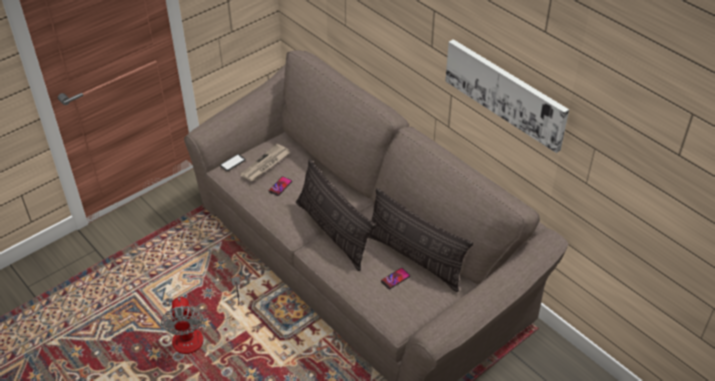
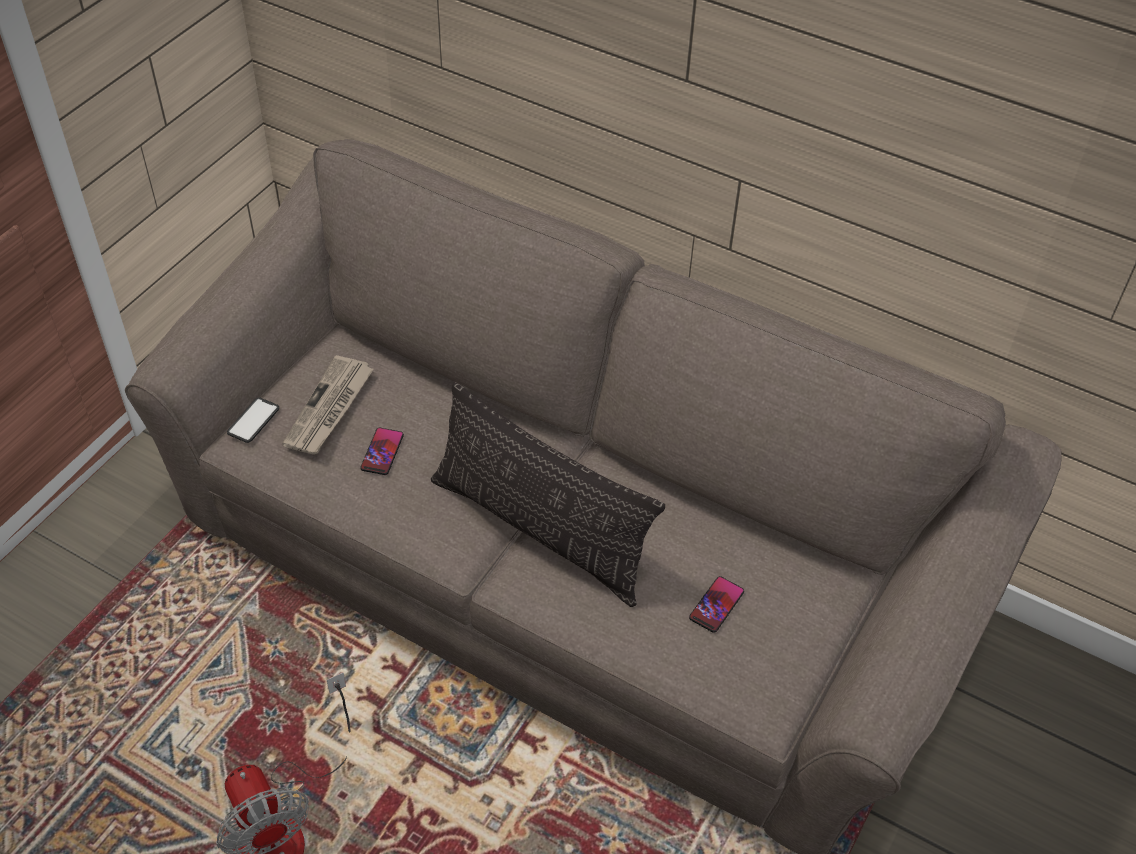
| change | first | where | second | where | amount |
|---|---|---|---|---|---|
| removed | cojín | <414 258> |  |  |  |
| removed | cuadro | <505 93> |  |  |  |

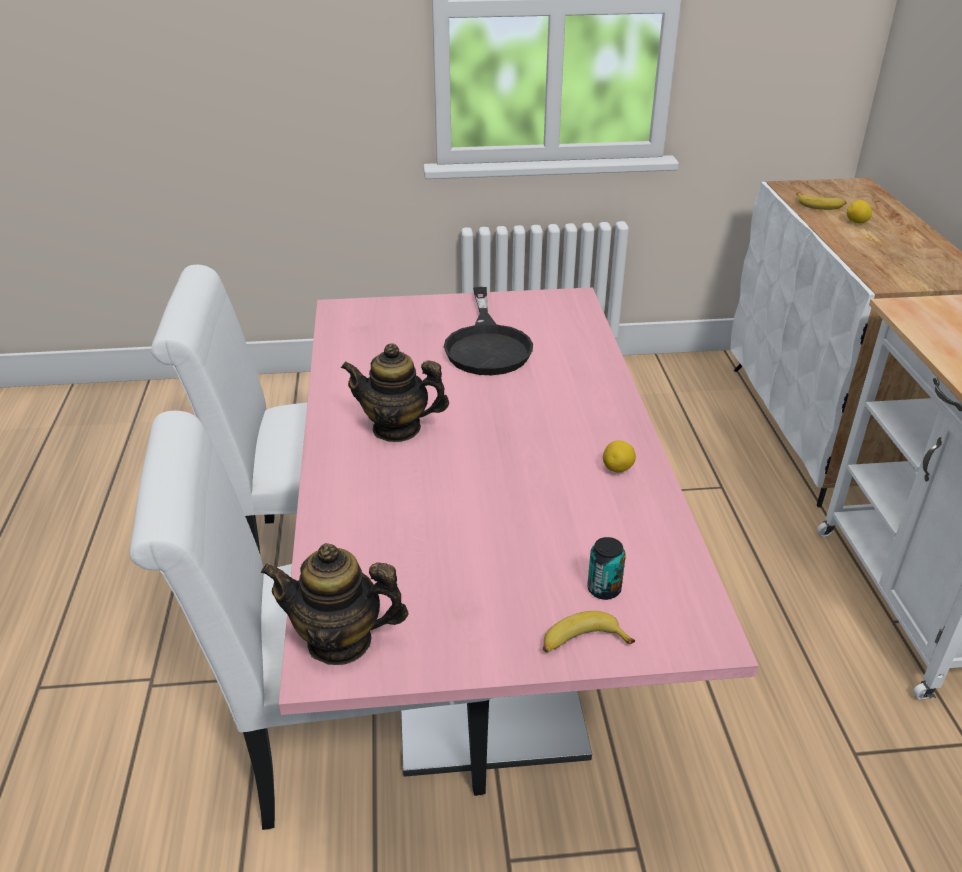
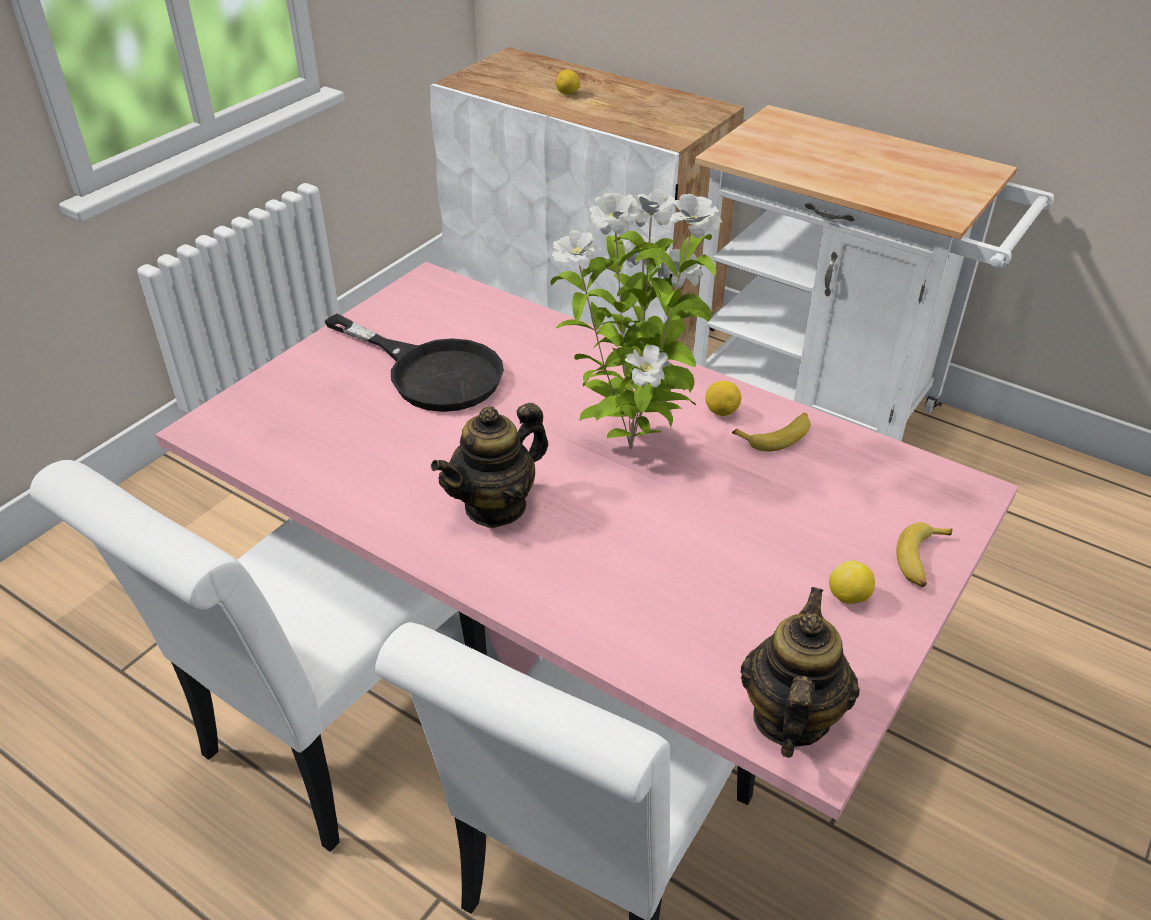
| change | first | where | second | where | amount |
|---|---|---|---|---|---|
| added |  |  | planta en maceta | <631 446> |  |
| moved | plátano | <820 205> |  | <776 436> |  |
| turned | tetera | <340 641> |  | <789 717> | 150 degrees clockwise |
| added |  |  | limón | <848 598> |  |
| removed | lata | <604 589> |  |  |  |

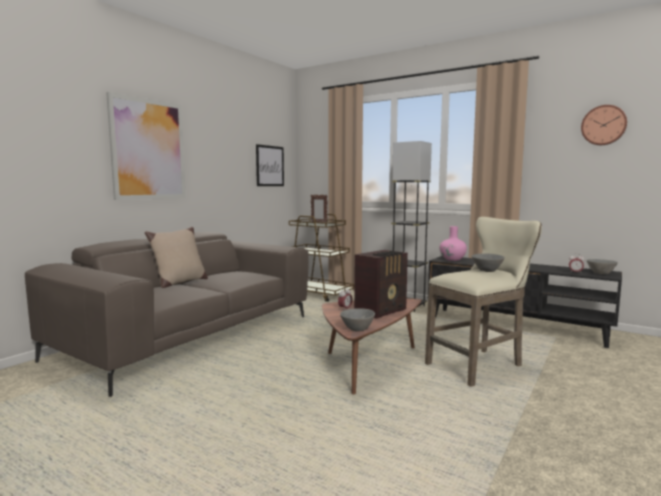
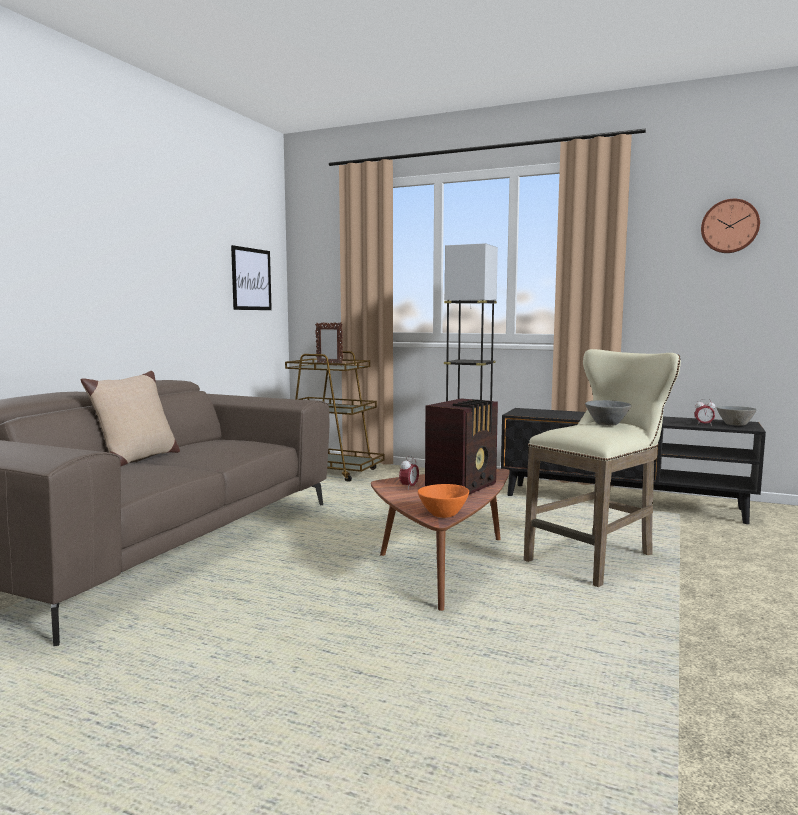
| change | first | where | second | where | amount |
|---|---|---|---|---|---|
| recoloured | cuenco (gris) | <356 329> | cuenco (naranja) | <442 514> |  |
| removed | cuadro | <148 149> |  |  |  |
| removed | florero (rosa) | <452 259> |  |  |  |

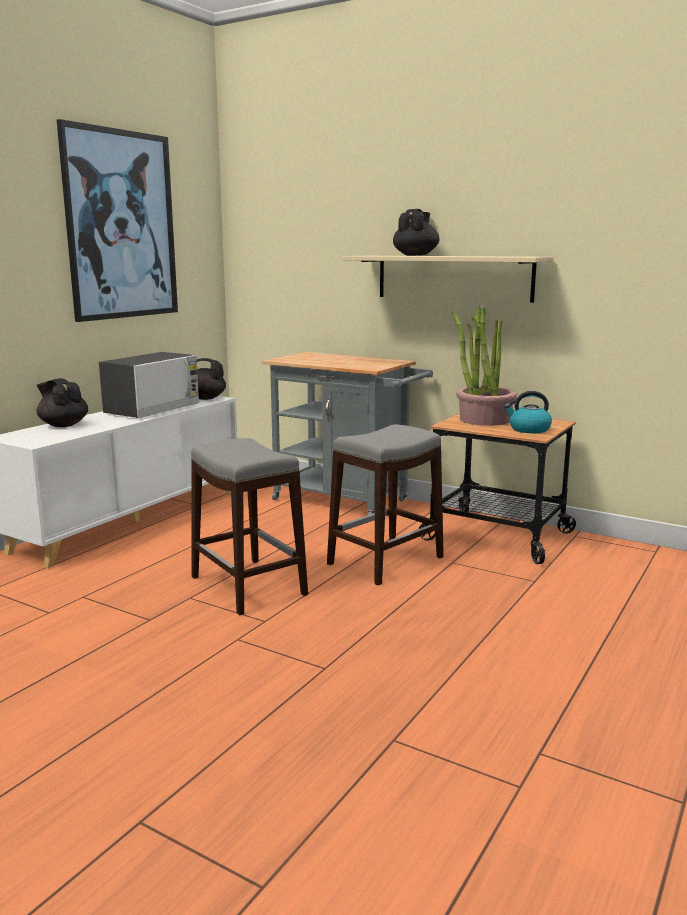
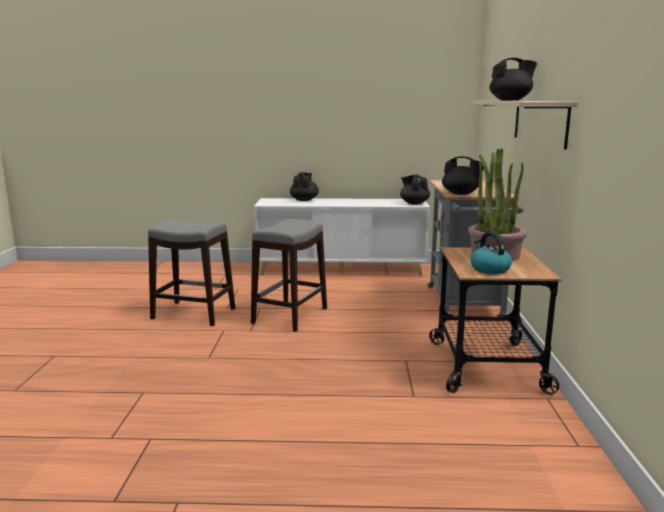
| change | first | where | second | where | amount |
|---|---|---|---|---|---|
| moved | taburete (gris) | <386 560> |  | <193 314> |  |
| added |  |  | tetera (negro) | <461 194> |  |
| removed | cuadro | <121 225> |  |  |  |
| removed | microondas | <153 409> |  |  |  |

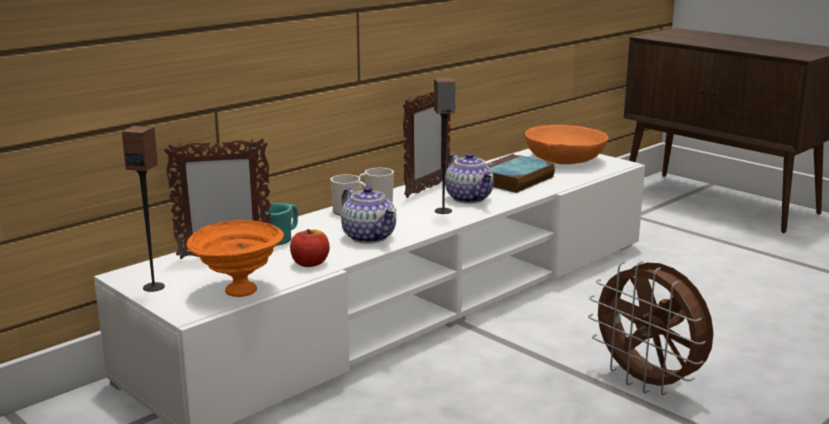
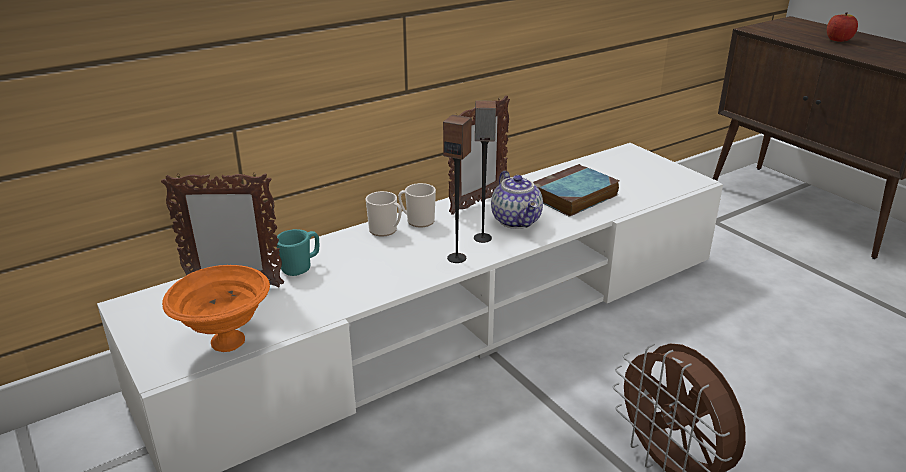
| change | first | where | second | where | amount |
|---|---|---|---|---|---|
| moved | altavoz | <154 287> |  | <457 258> |  |
| moved | manzana | <310 263> |  | <838 40> |  |
| removed | tetera | <369 236> |  |  |  |
| removed | cuenco (naranja) | <565 160> |  |  |  |

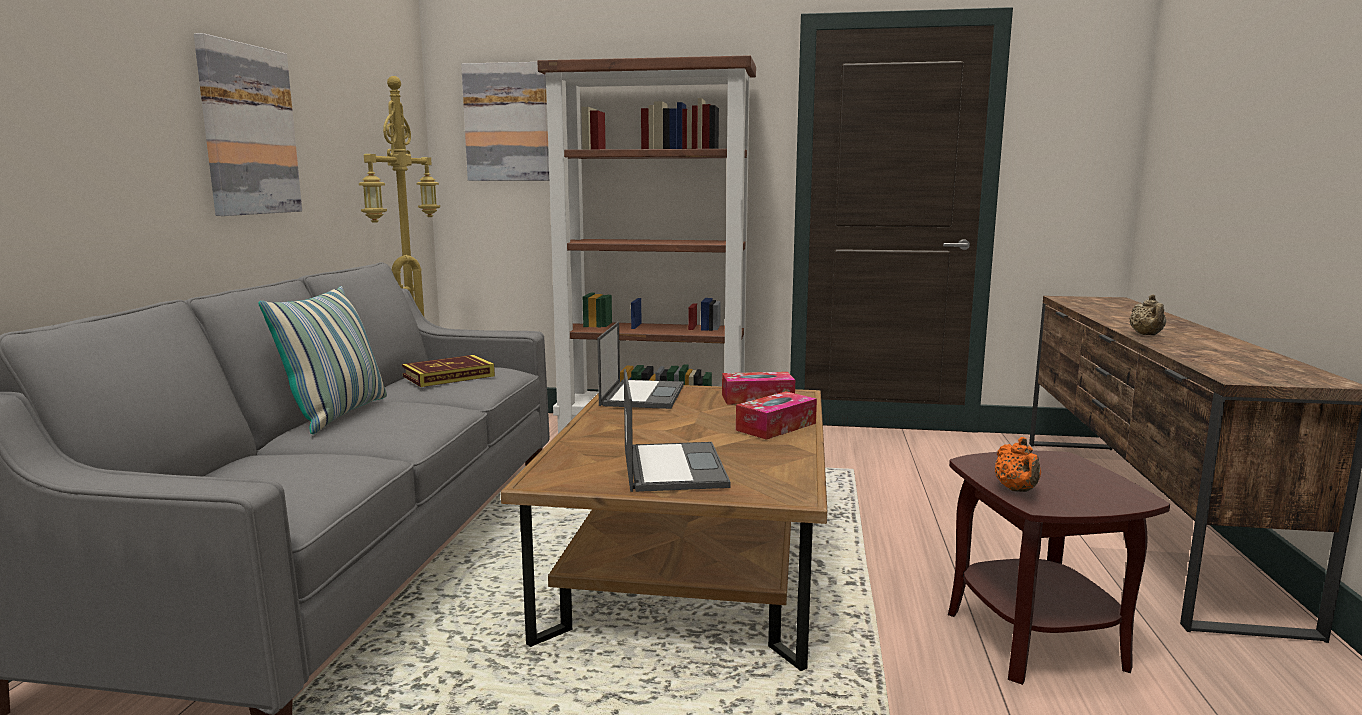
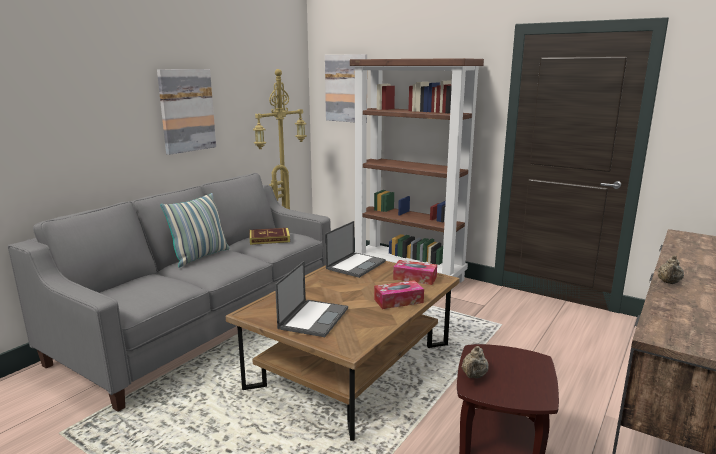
| change | first | where | second | where | amount |
|---|---|---|---|---|---|
| recoloured | tetera (naranja) | <1017 490> | tetera (beis) | <474 376> |  |

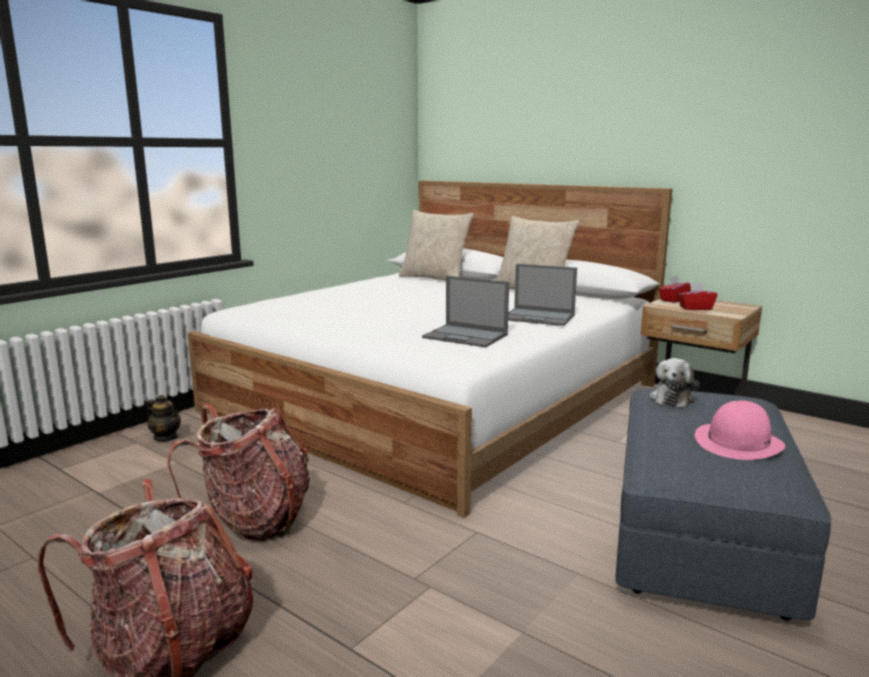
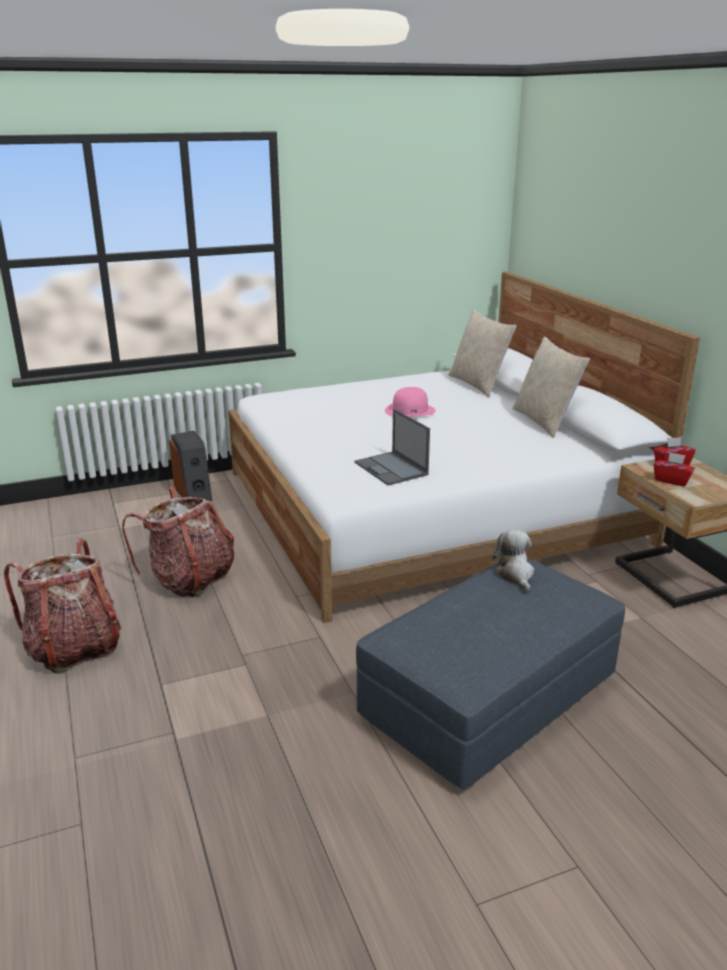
| change | first | where | second | where | amount |
|---|---|---|---|---|---|
| replaced | tetera | <166 437> | altavoz | <194 493> |  |
| moved | sombrero (rosa) | <738 442> |  | <410 410> |  |
| turned | peluche | <672 398> |  | <515 574> | 120 degrees clockwise |
| removed | portátil | <539 317> |  |  |  |

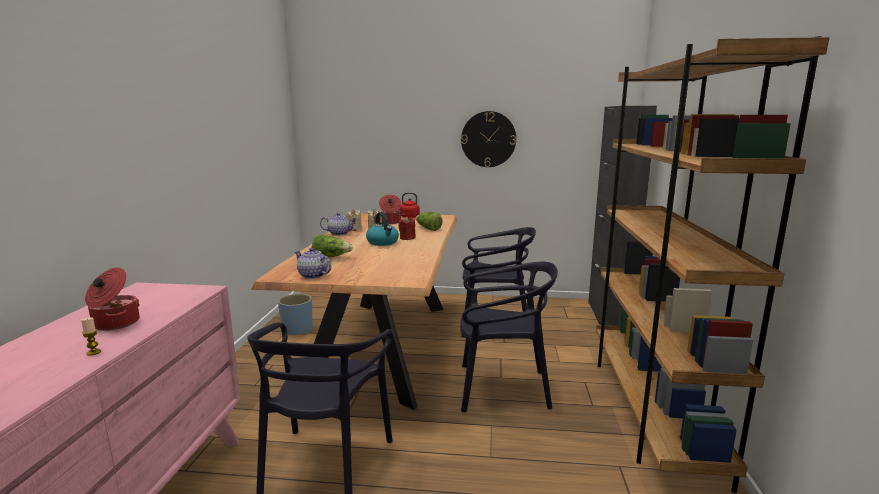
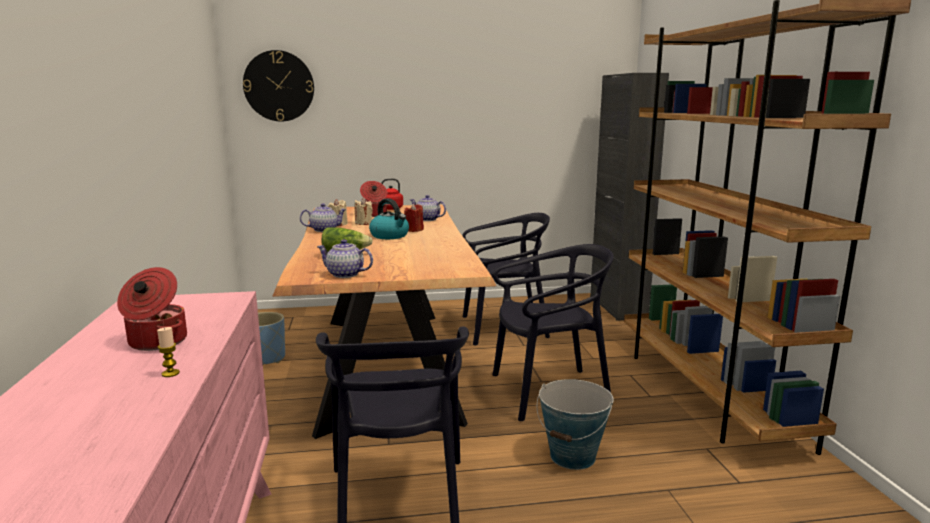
| change | first | where | second | where | amount |
|---|---|---|---|---|---|
| moved | reloj de pared | <488 139> |  | <279 86> |  |
| replaced | lechuga | <428 229> | tetera | <427 219> |  |
| added |  |  | cubo | <573 456> |  |

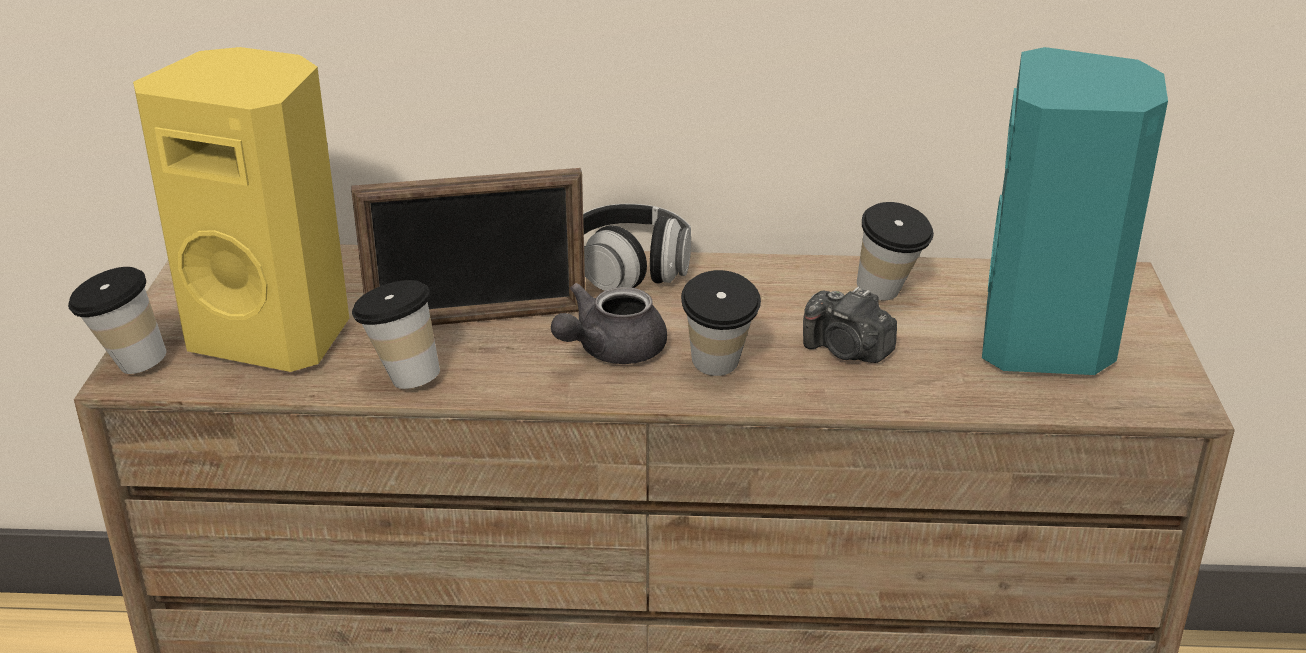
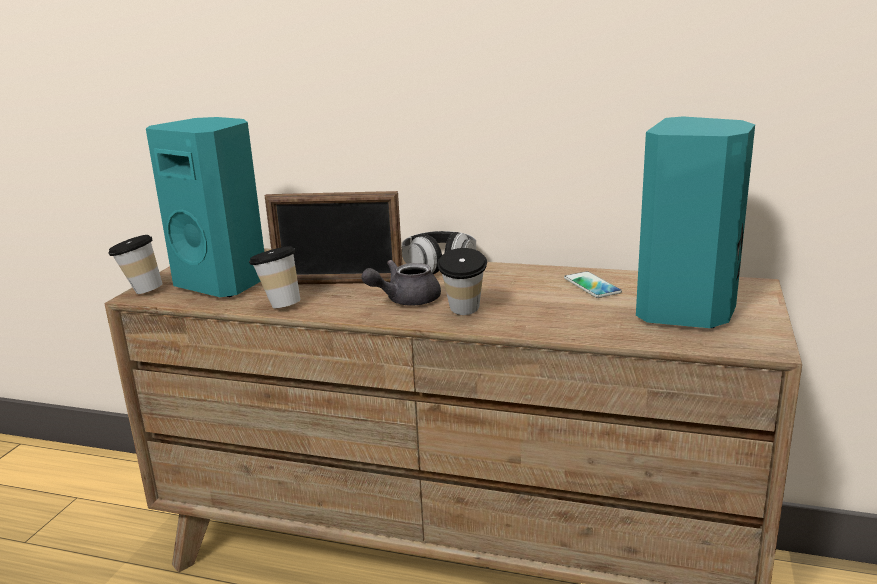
| change | first | where | second | where | amount |
|---|---|---|---|---|---|
| recoloured | altavoz (amarillo) | <274 335> | altavoz (turquesa) | <225 283> |  |
| replaced | taza | <888 296> | móvil | <592 286> |  |
| removed | cámara | <847 351> |  |  |  |

